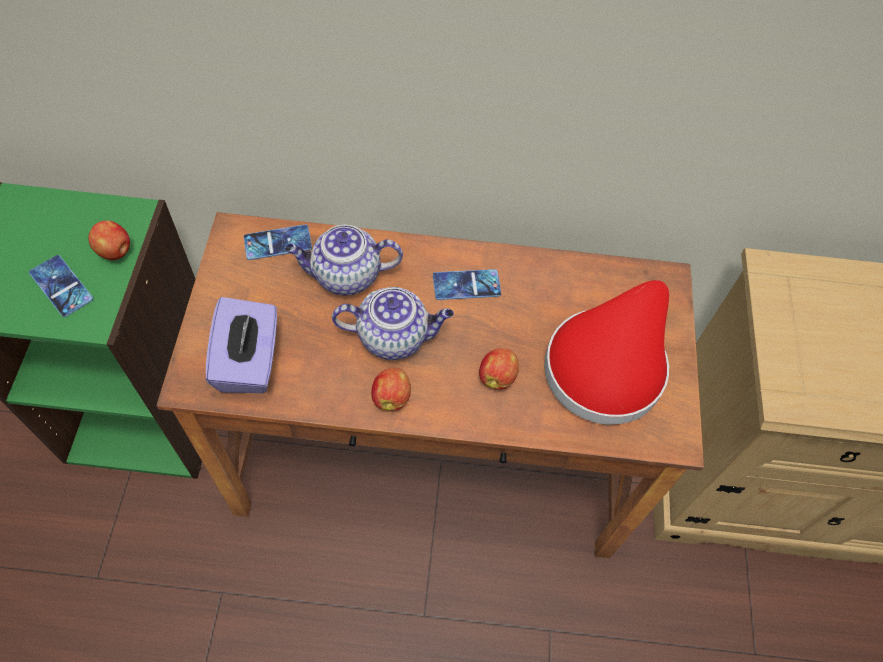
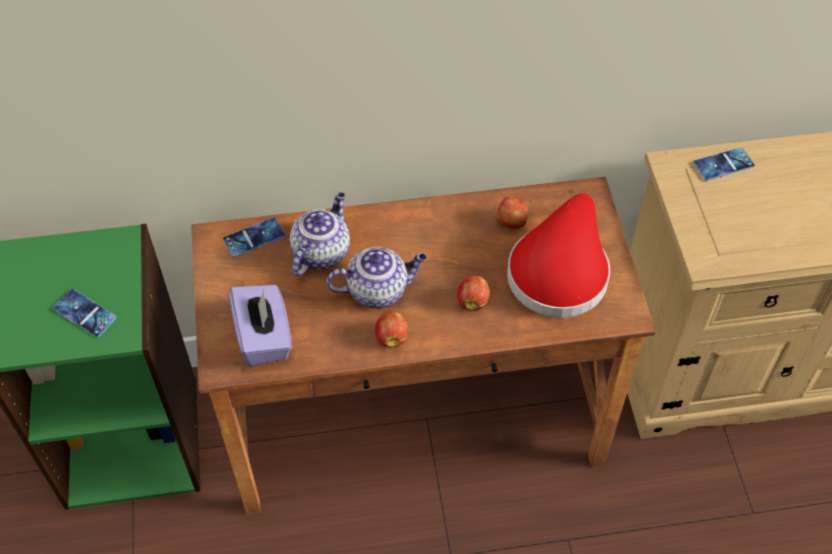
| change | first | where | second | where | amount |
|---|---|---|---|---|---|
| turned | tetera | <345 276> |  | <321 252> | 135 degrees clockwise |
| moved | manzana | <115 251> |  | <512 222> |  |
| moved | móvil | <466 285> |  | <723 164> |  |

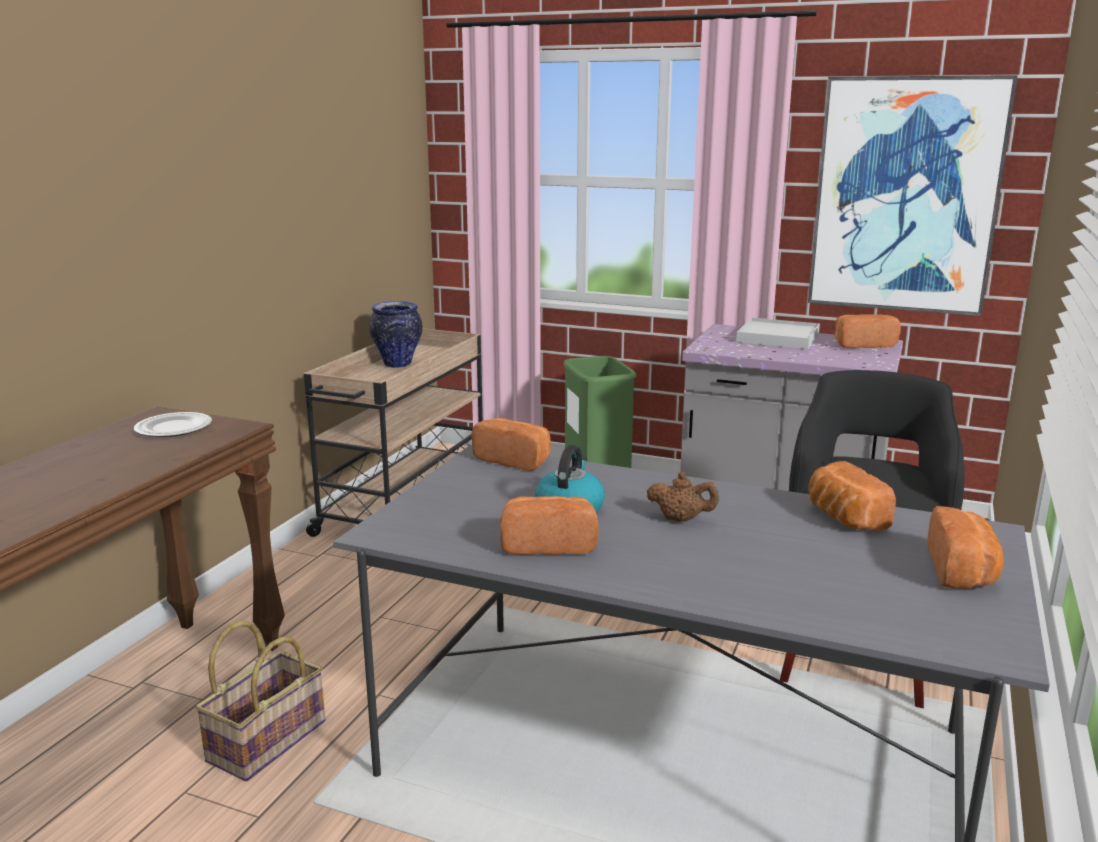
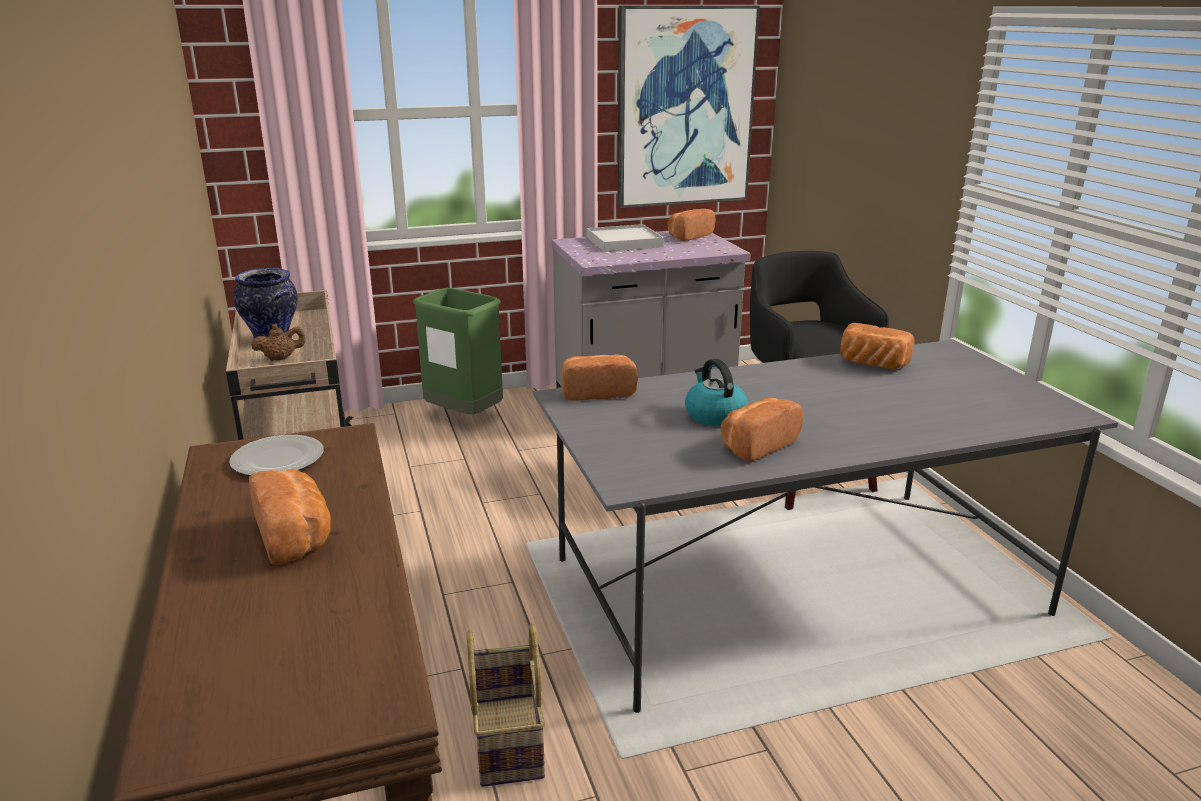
| change | first | where | second | where | amount |
|---|---|---|---|---|---|
| moved | pan | <963 571> |  | <296 536> |  |
| moved | tetera (marrón) | <681 519> |  | <281 358> |  |

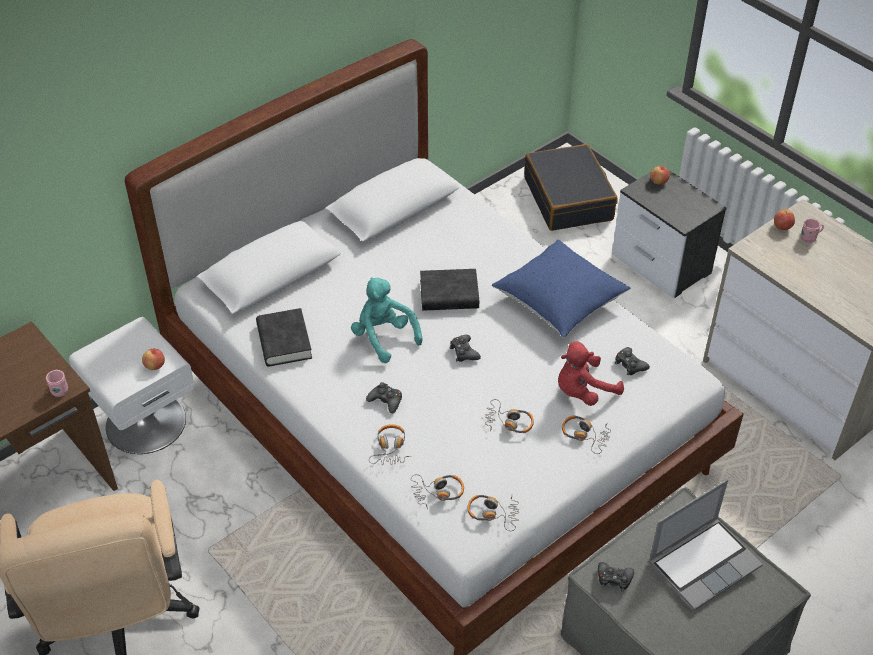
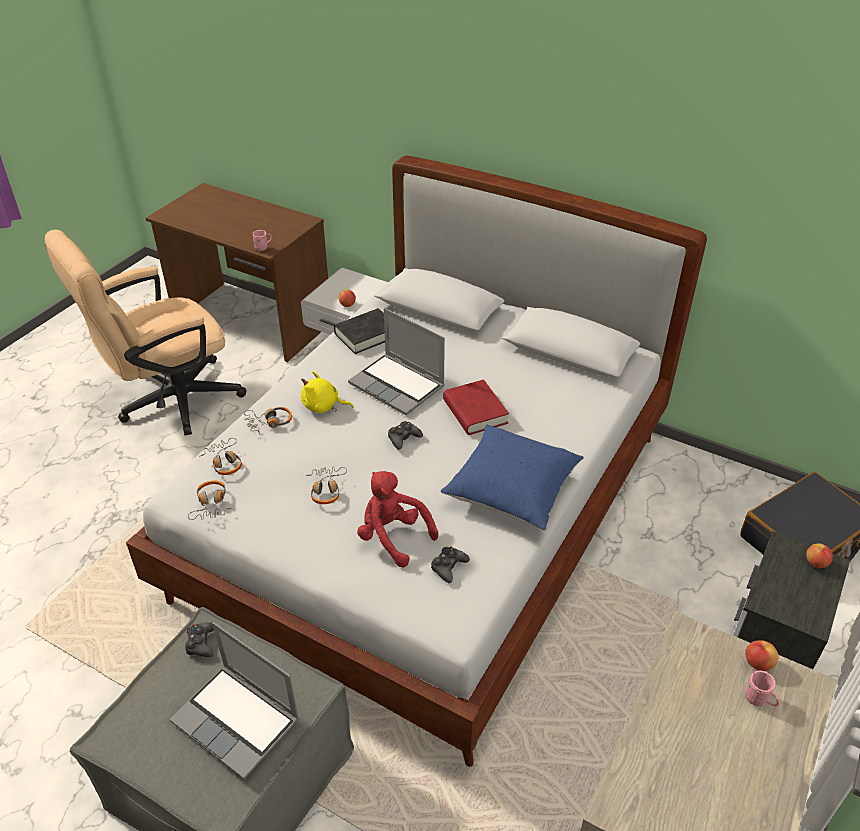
| change | first | where | second | where | amount |
|---|---|---|---|---|---|
| replaced | mando de consola (negro) | <386 401> | peluche (amarillo) | <323 406> |  |
| replaced | peluche (turquesa) | <384 337> | portátil | <398 385> |  |
| recoloured | libro (negro) | <449 295> | libro (rojo) | <475 412> |  |
| removed | auriculares | <585 436> |  |  |  |

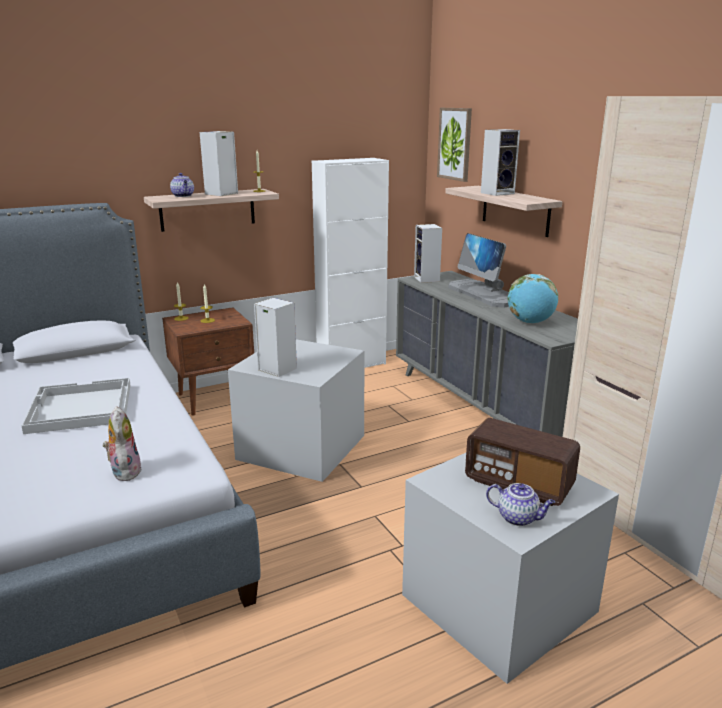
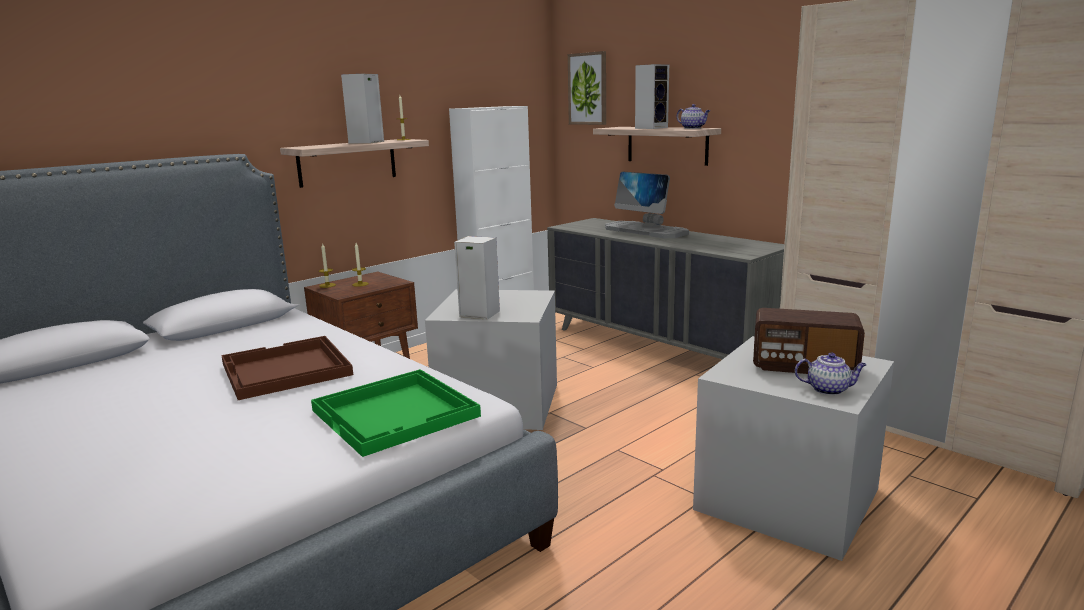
| change | first | where | second | where | amount |
|---|---|---|---|---|---|
| recoloured | bandeja (blanco) | <79 408> | bandeja (marrón) | <285 370> |  |
| replaced | peluche | <124 471> | bandeja (verde) | <397 413> |  |
| moved | tetera | <183 196> |  | <693 128> |  |
| removed | altavoz | <427 279> |  |  |  |
| removed | globo terráqueo | <530 322> |  |  |  |

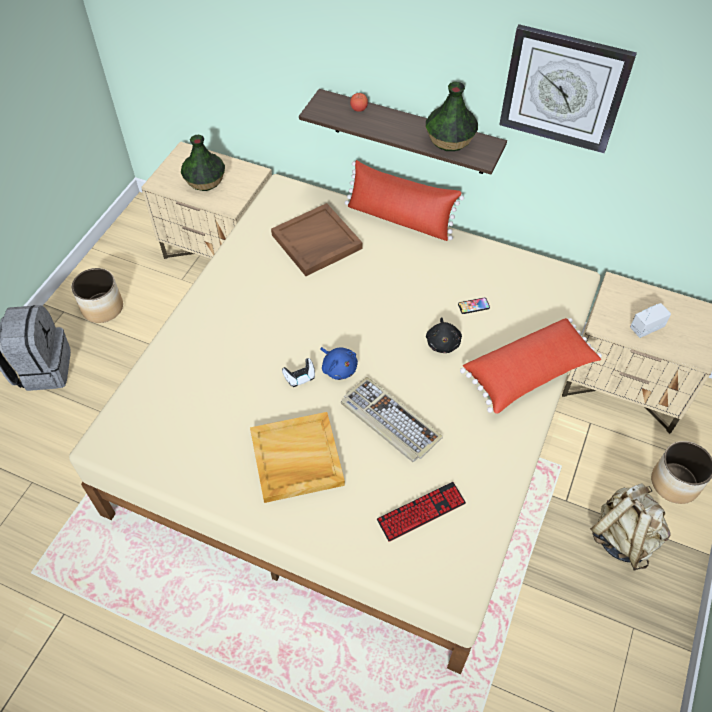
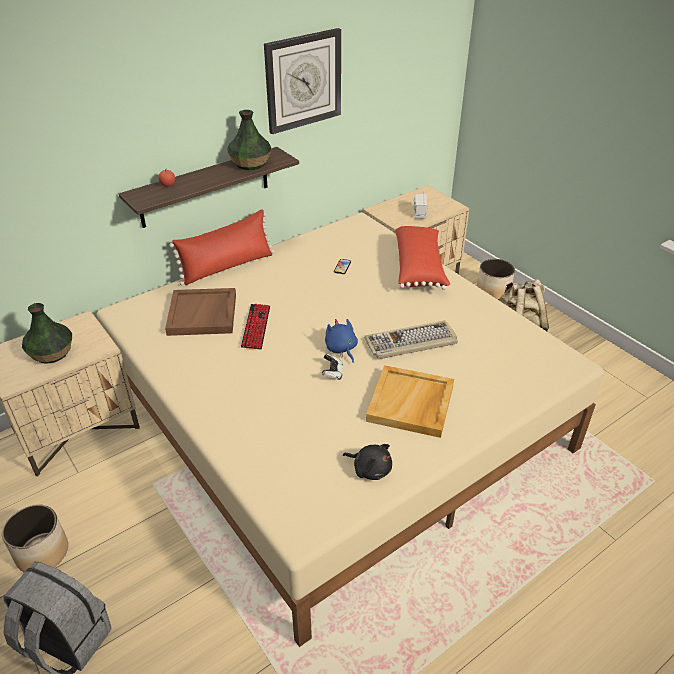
| change | first | where | second | where | amount |
|---|---|---|---|---|---|
| moved | teclado | <421 512> |  | <256 327> |  |
| turned | peluche (azul) | <338 368> |  | <341 349> | 105 degrees counterclockwise |
| moved | peluche (negro) | <443 342> |  | <370 469> |  |

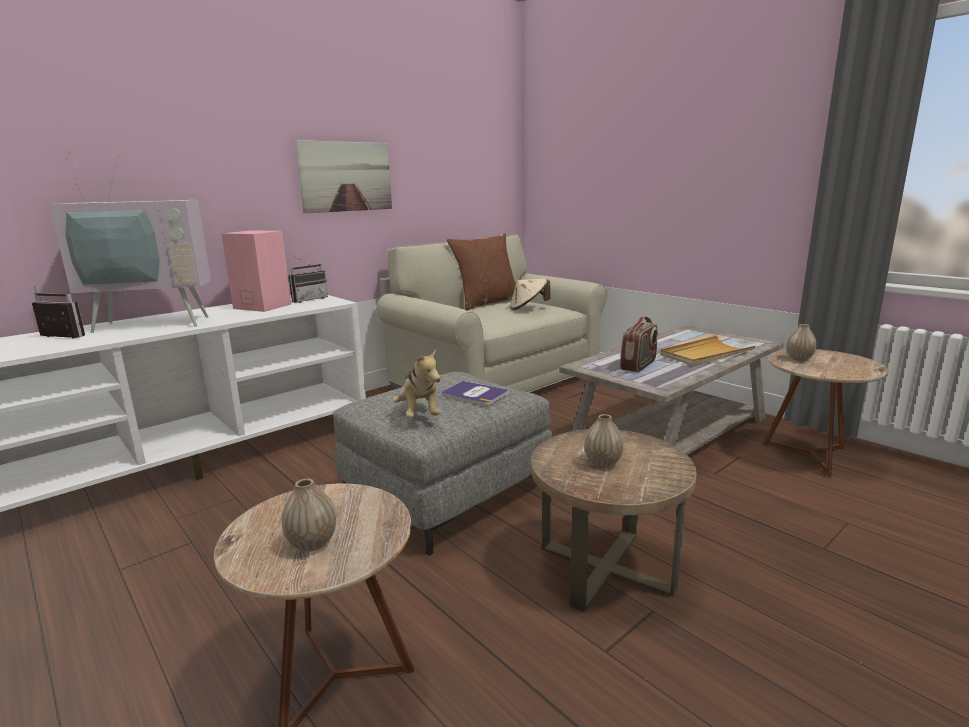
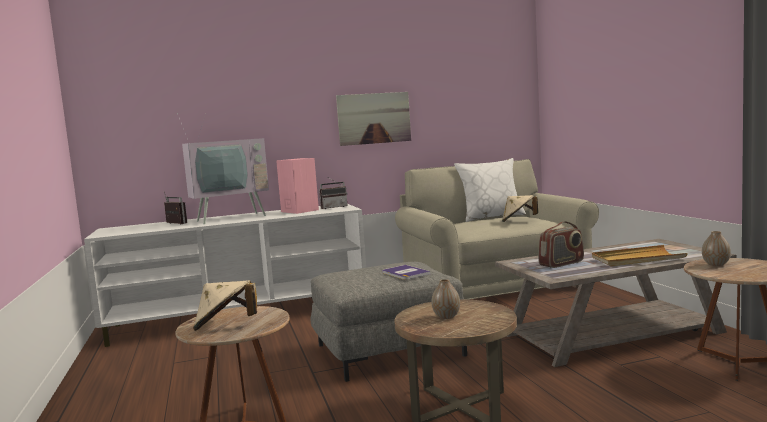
| change | first | where | second | where | amount |
|---|---|---|---|---|---|
| turned | televisor | <156 322> |  | <230 218> | 45 degrees counterclockwise |
| replaced | florero | <312 543> | sombrero (beis) | <225 326> |  |
| recoloured | cojín (marrón) | <487 303> | cojín (blanco) | <491 217> |  |
| removed | peluche | <419 414> |  |  |  |

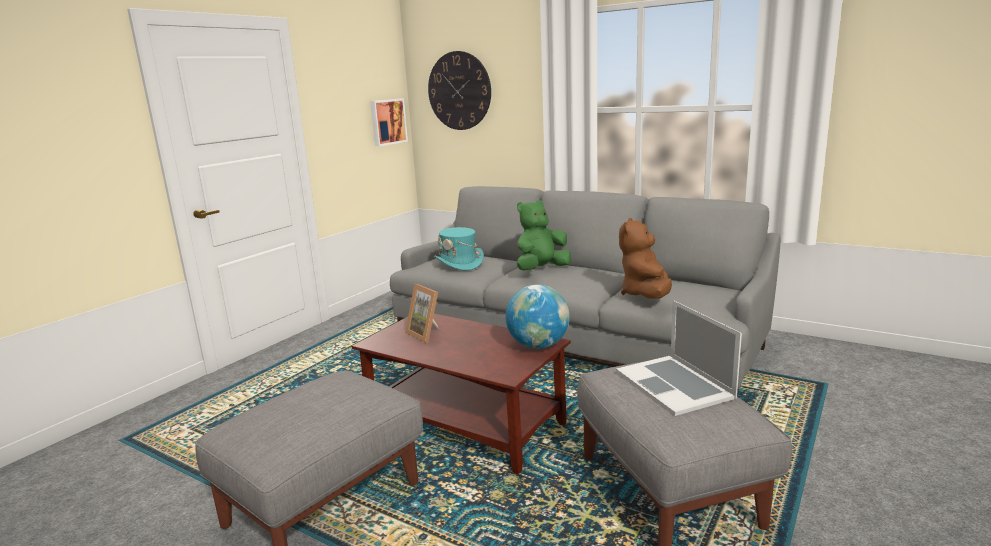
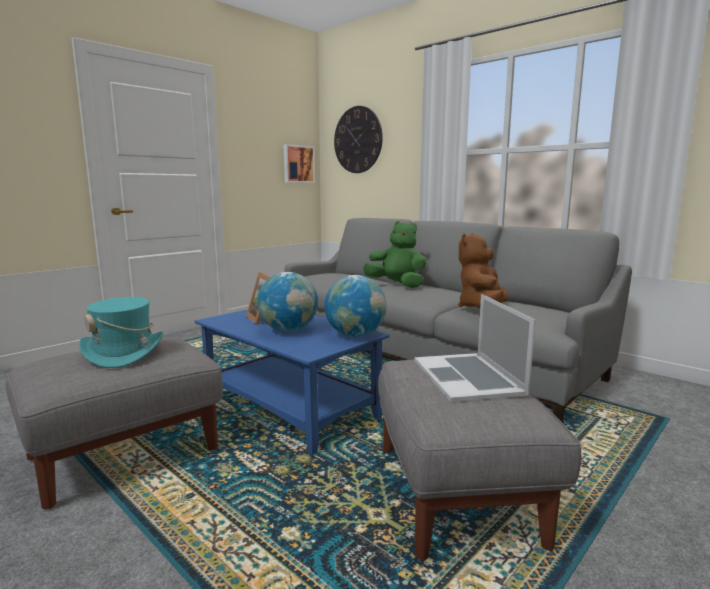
| change | first | where | second | where | amount |
|---|---|---|---|---|---|
| moved | sombrero (turquesa) | <459 263> |  | <124 353> |  |
| recoloured | mesa de centro (marrón) | <467 424> | mesa de centro (azul) | <291 408> |  |
| added |  |  | globo terráqueo | <289 330> |  |
| turned | peluche (verde) | <541 269> |  | <397 285> | 60 degrees clockwise |

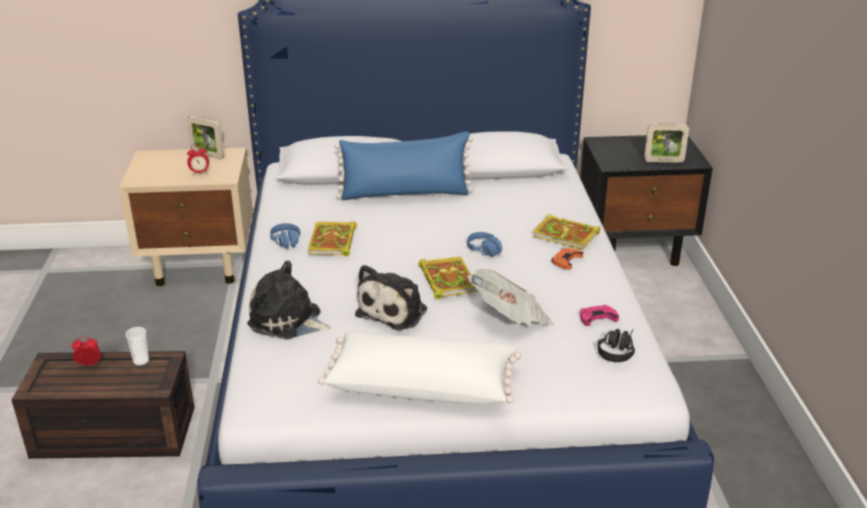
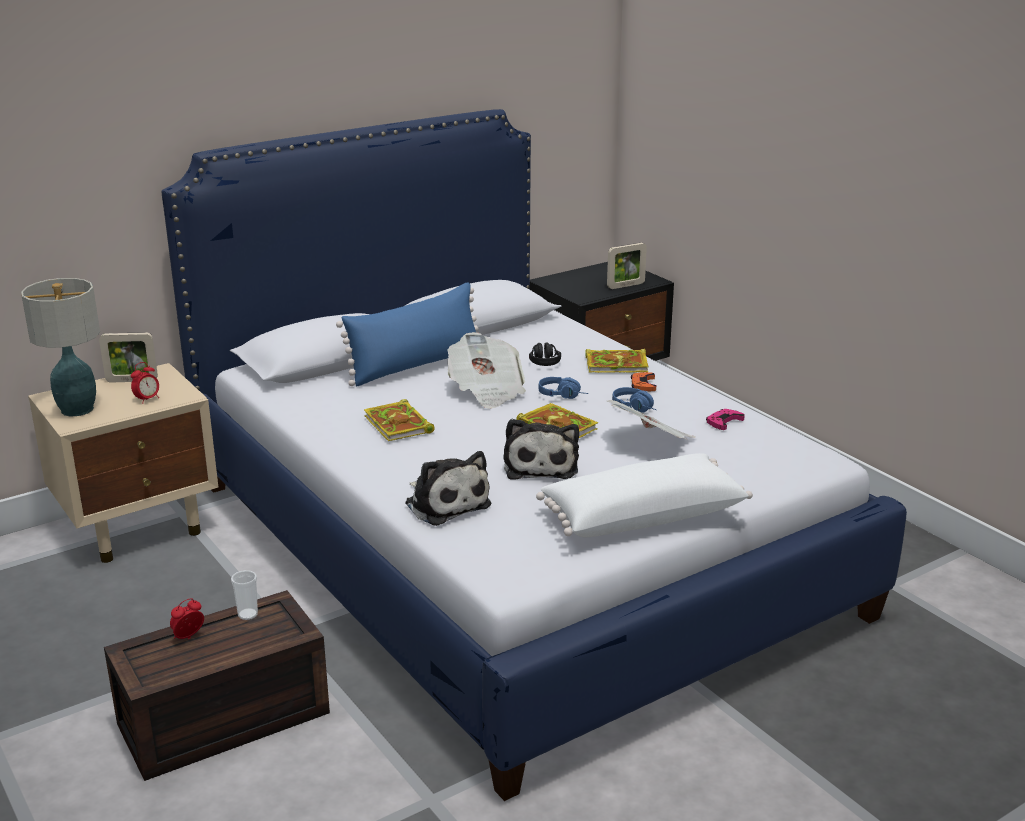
| change | first | where | second | where | amount |
|---|---|---|---|---|---|
| added |  |  | lámpara de mesa | <76 409> |  |
| turned | peluche | <288 321> |  | <445 503> | 120 degrees counterclockwise |
| added |  |  | periódico | <486 391> |  |
| moved | auriculares (negro) | <617 350> |  | <544 360> |  |
| moved | auriculares (azul) | <287 244> |  | <637 408> |  |

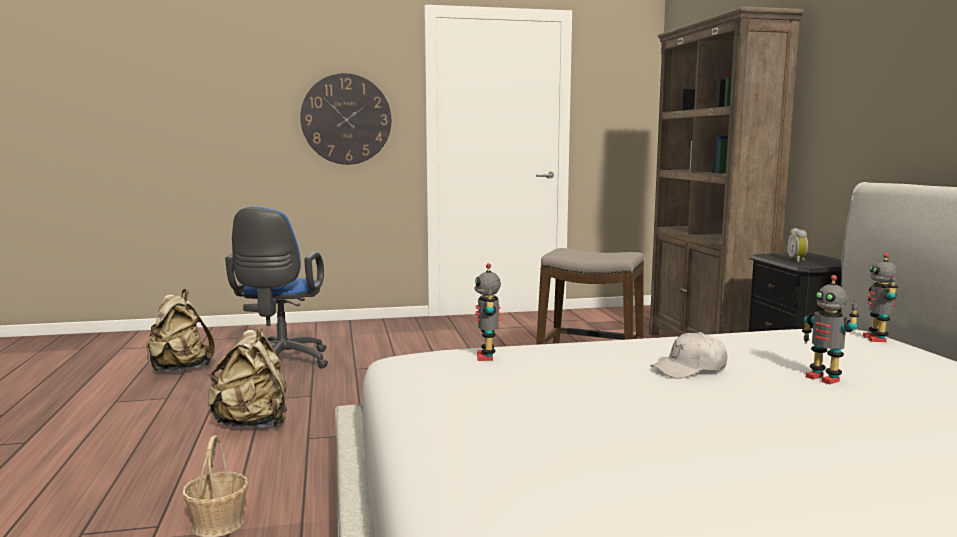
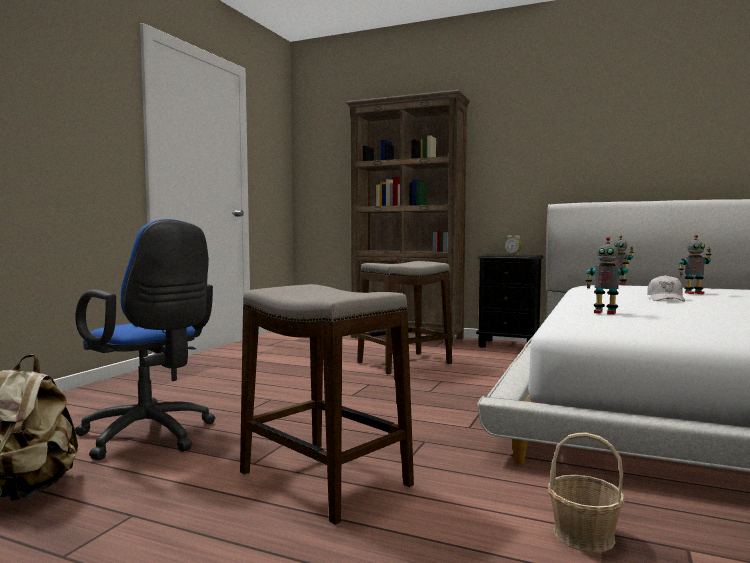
| change | first | where | second | where | amount |
|---|---|---|---|---|---|
| replaced | mochila (beis) | <252 424> | taburete | <324 479> |  |
| removed | reloj de pared | <346 119> |  |  |  |

